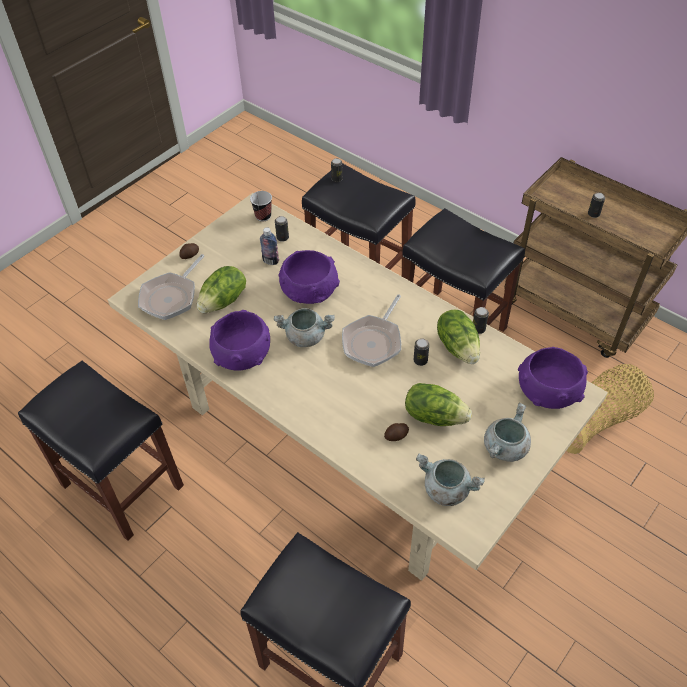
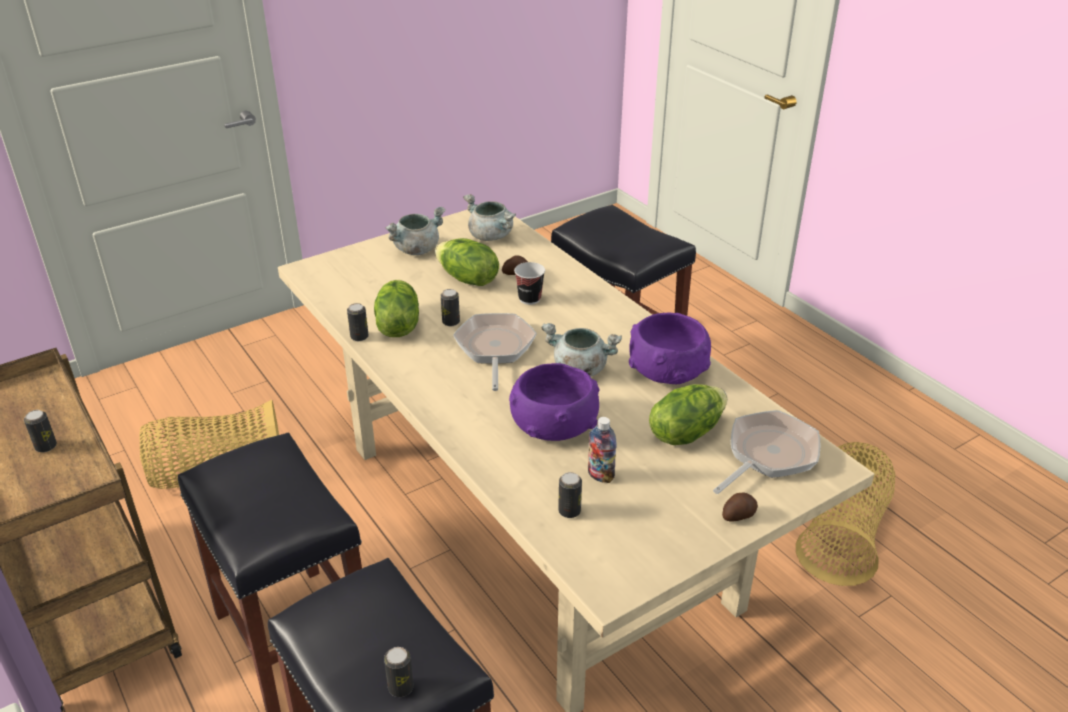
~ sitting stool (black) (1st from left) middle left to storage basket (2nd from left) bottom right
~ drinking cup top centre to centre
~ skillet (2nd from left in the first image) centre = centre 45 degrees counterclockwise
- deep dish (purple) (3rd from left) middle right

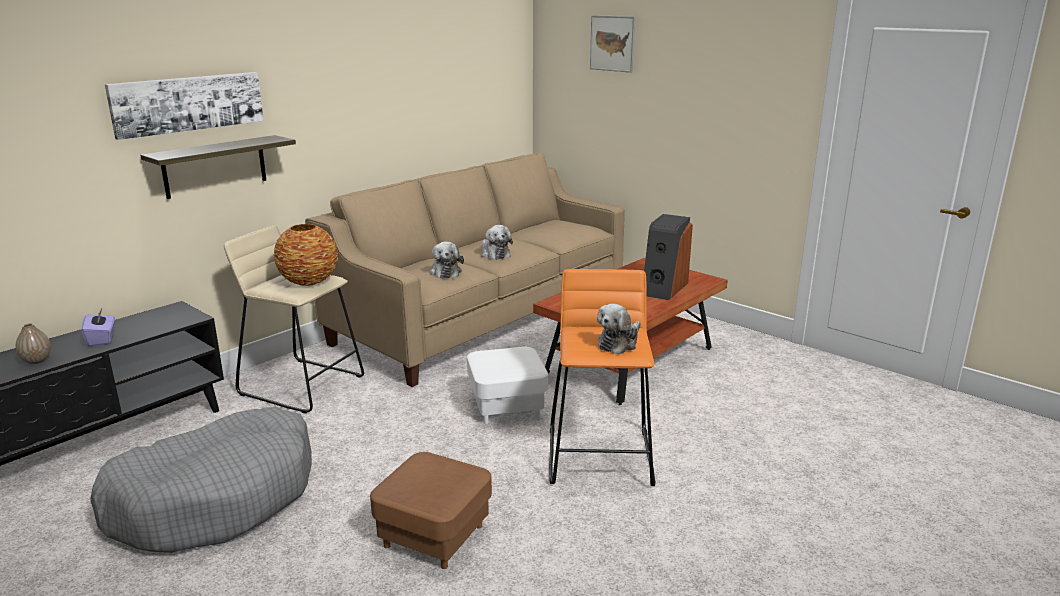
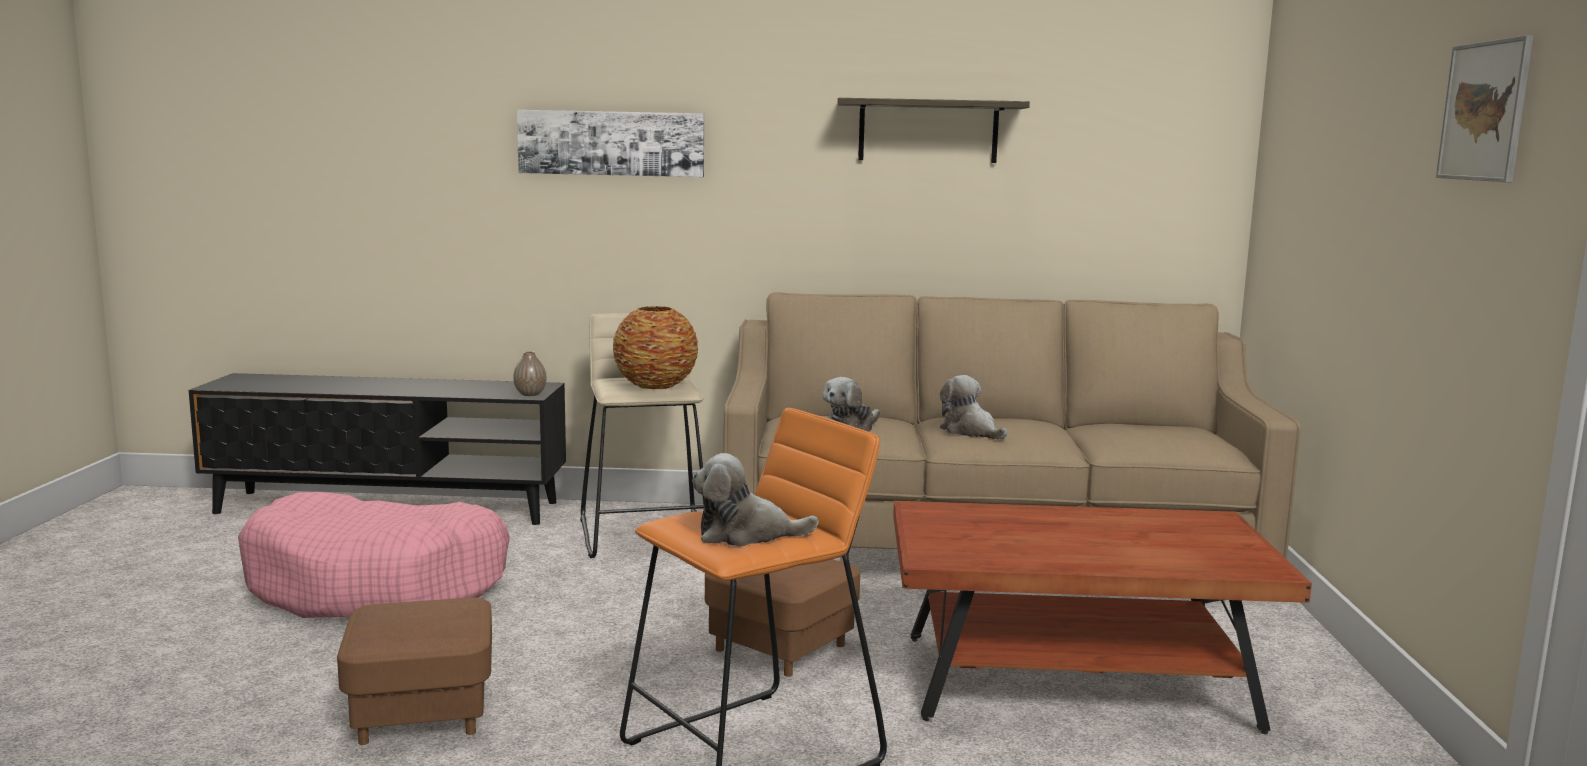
~ decorative vase (1st from left) middle left to centre
- box of tissues (purple) middle left
~ dog cushion (greyish) bottom left to dog cushion (pink-coloured) bottom left
~ wall shelf top left to top centre
~ pouffe (white) centre to pouffe (brown) (2nd from left) bottom centre
~ plush toy (2nd from left in the first image) centre = centre 120 degrees clockwise
~ wall art (2nd from left) top centre to top right
- audio speaker centre

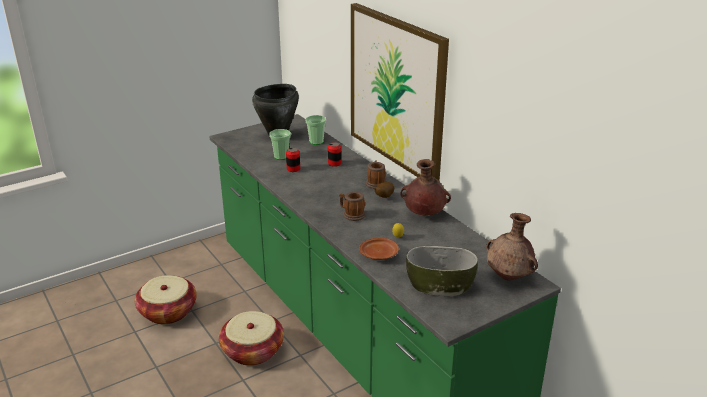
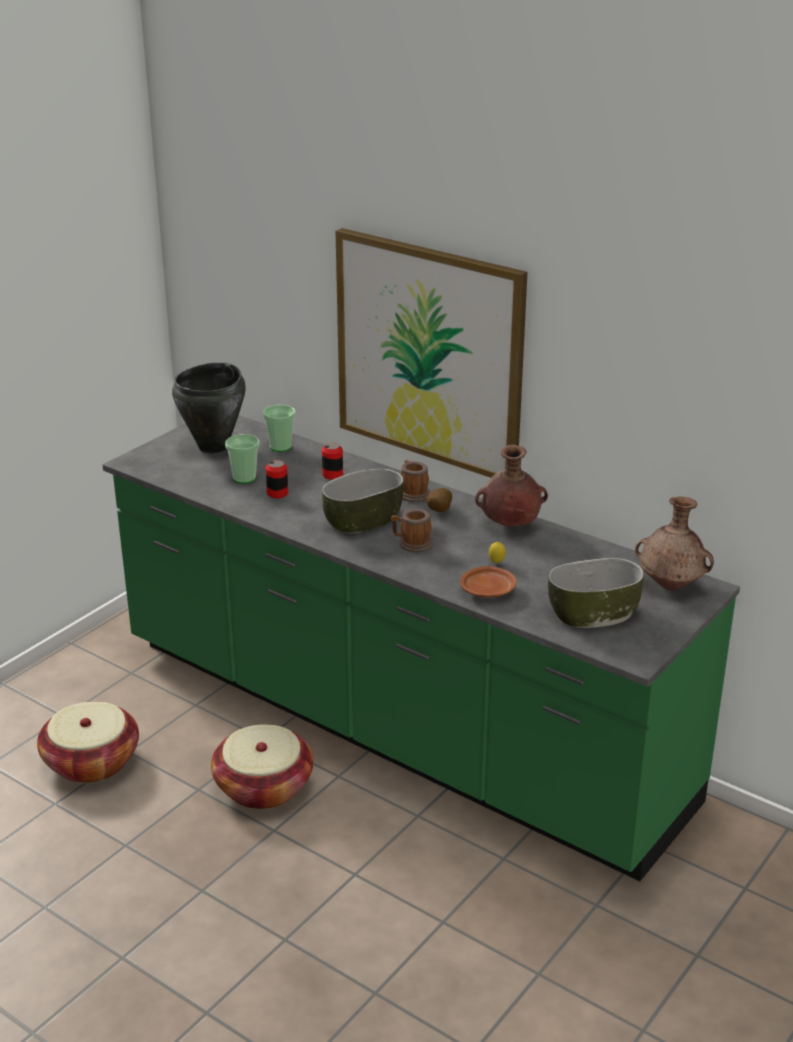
+ deep dish (1st from left) centre

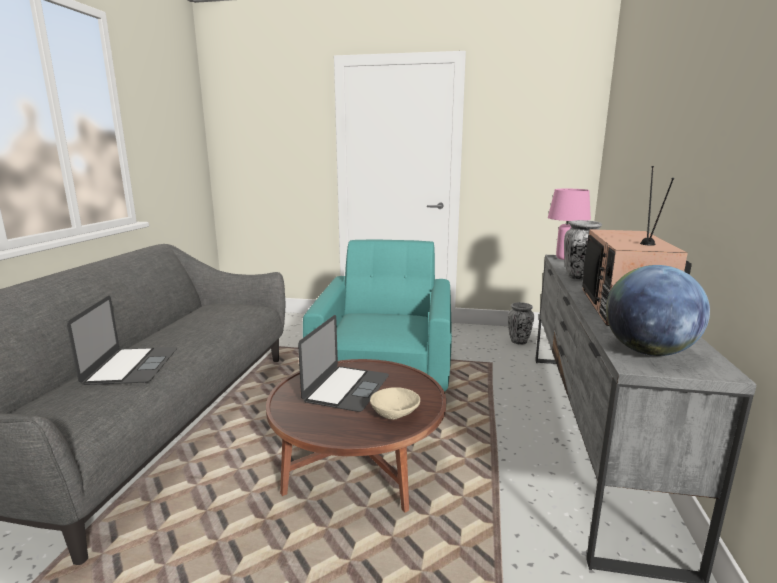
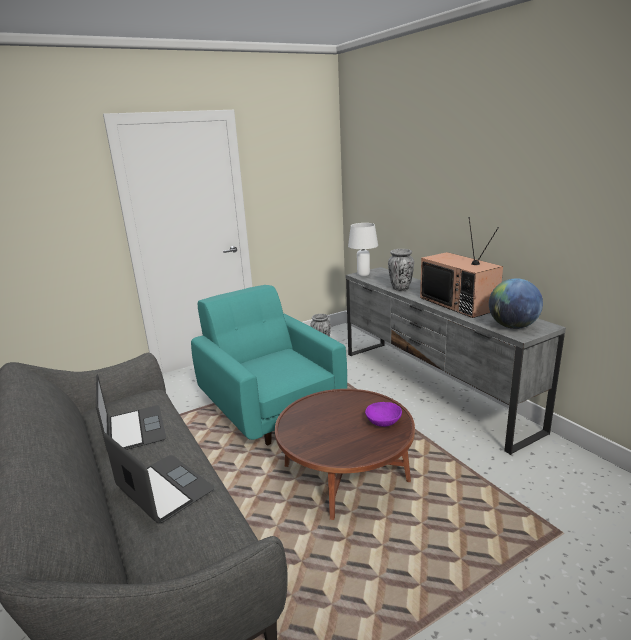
~ notebook computer (2nd from left in the first image) centre to notebook computer (1st from left) middle left
~ deep dish (sand-coloured) bottom centre to deep dish (purple) centre
~ tabletop lamp (pink-coloured) middle right to tabletop lamp (white) centre

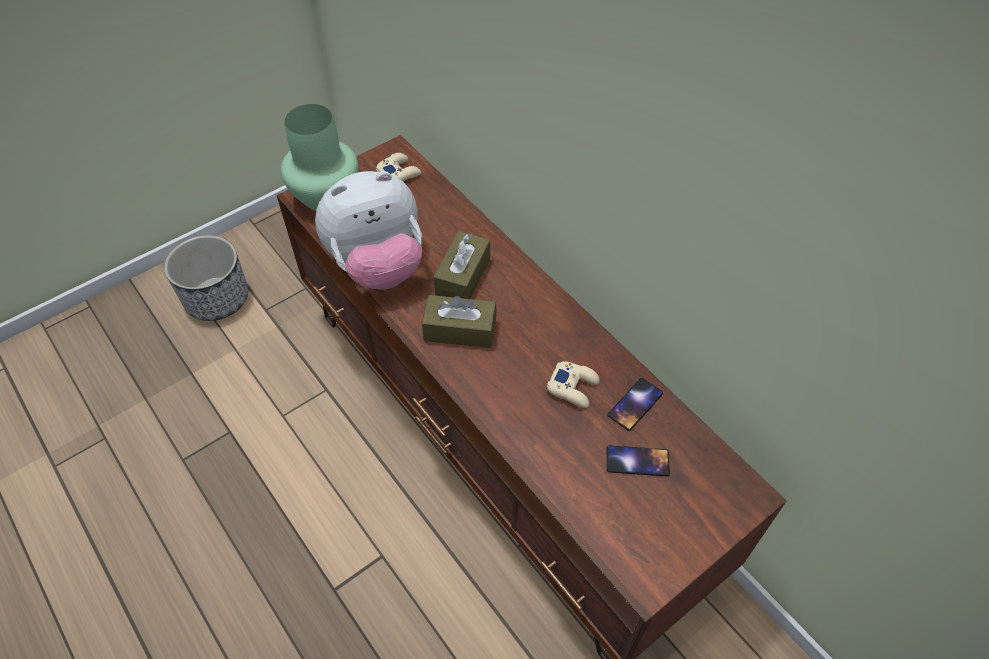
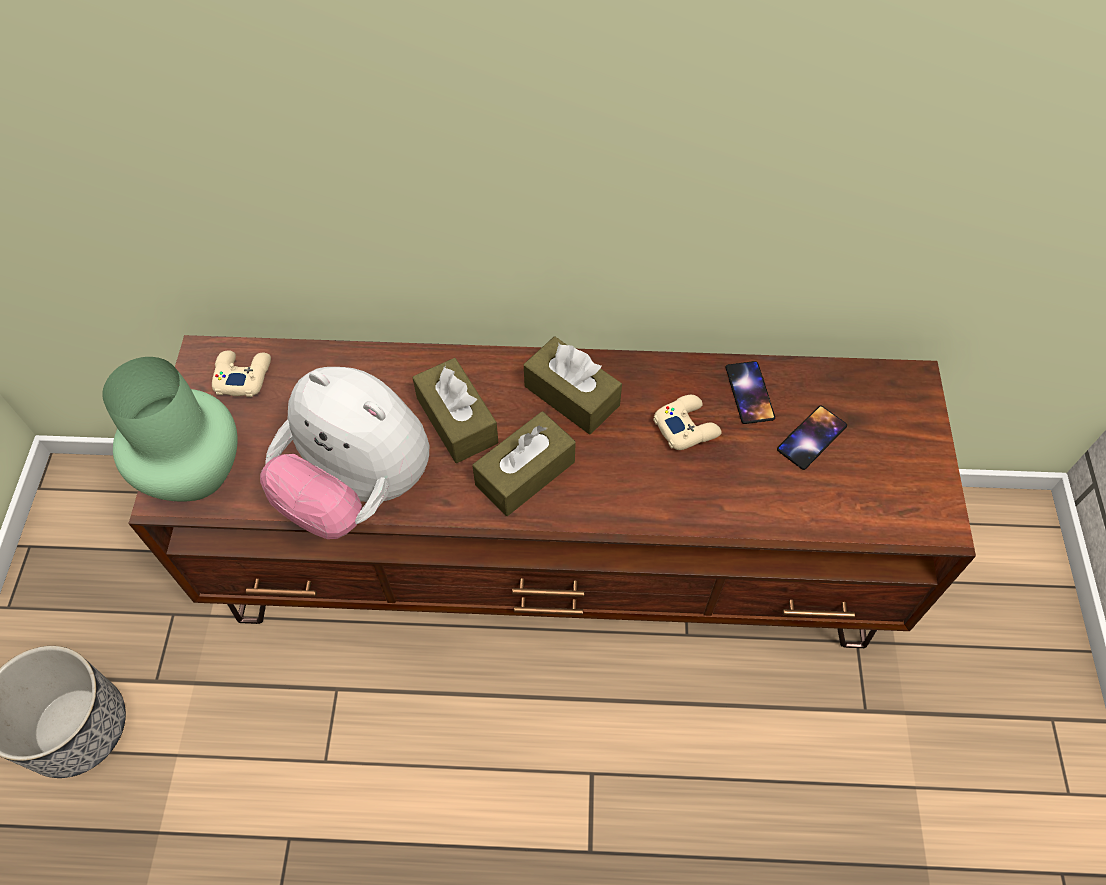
~ plush toy centre = middle left 105 degrees clockwise
+ box of tissues (brown) (3rd from left) centre

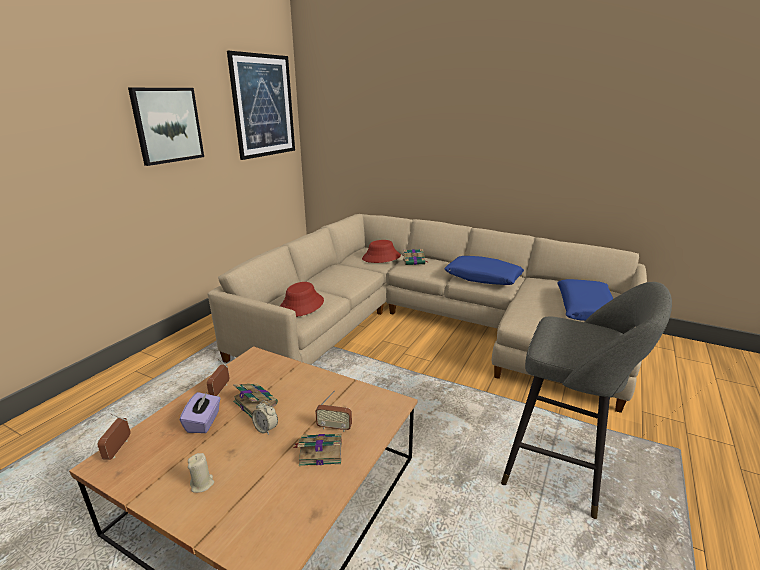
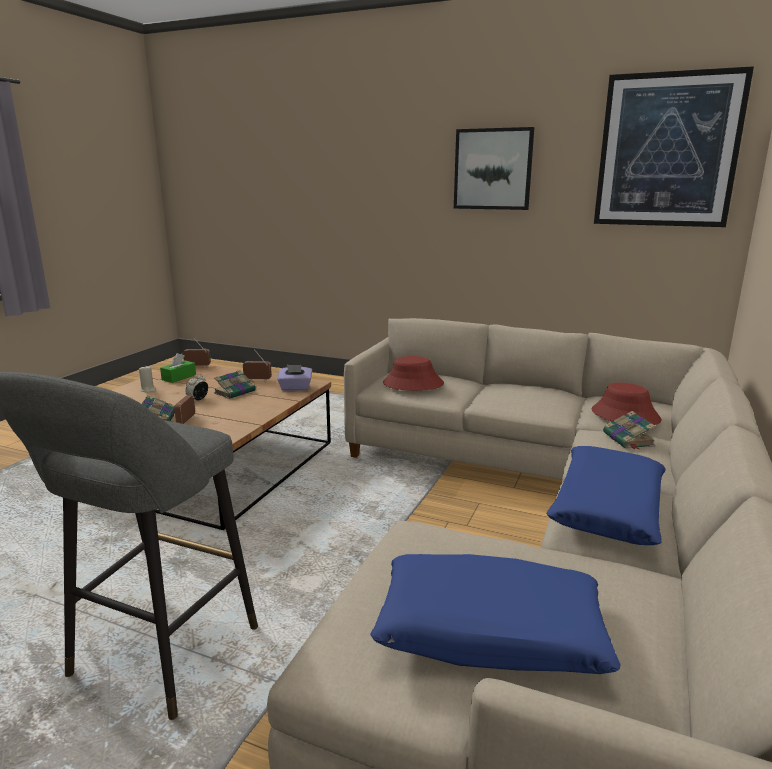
~ box of tissues (purple) bottom left to centre
+ box of tissues (greenish) middle left

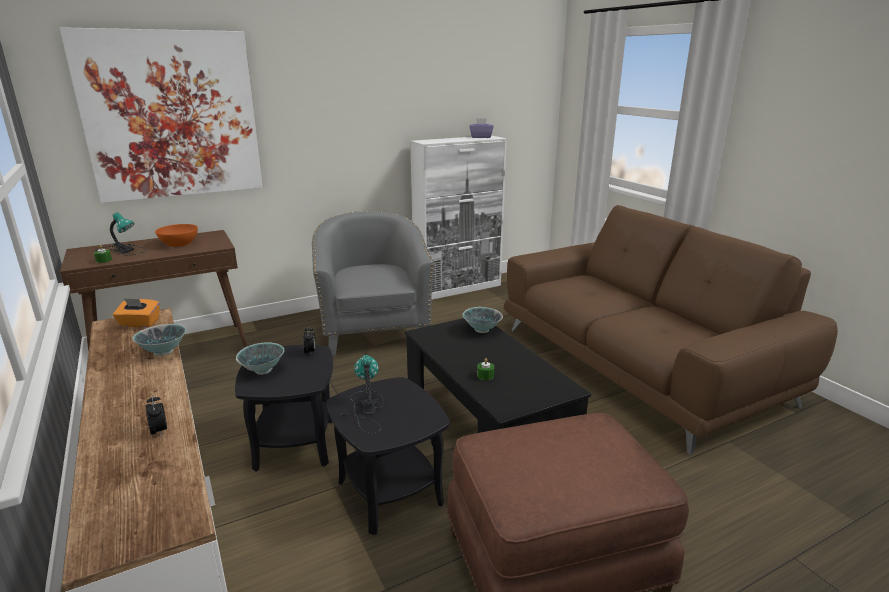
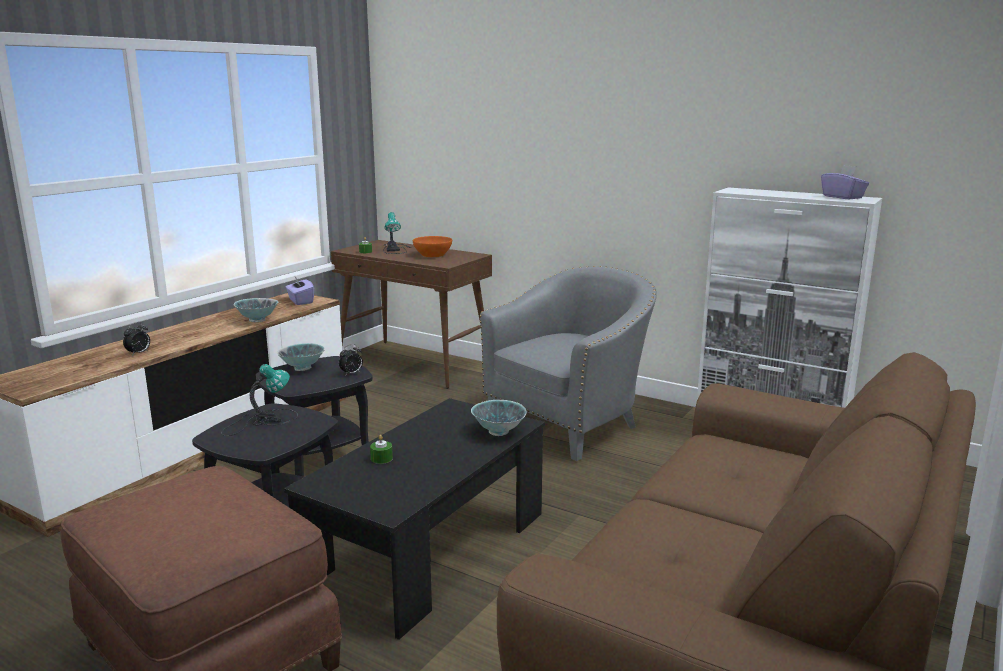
- wall art top left
~ box of tissues (orangey) middle left to box of tissues (purple) (1st from left) middle left

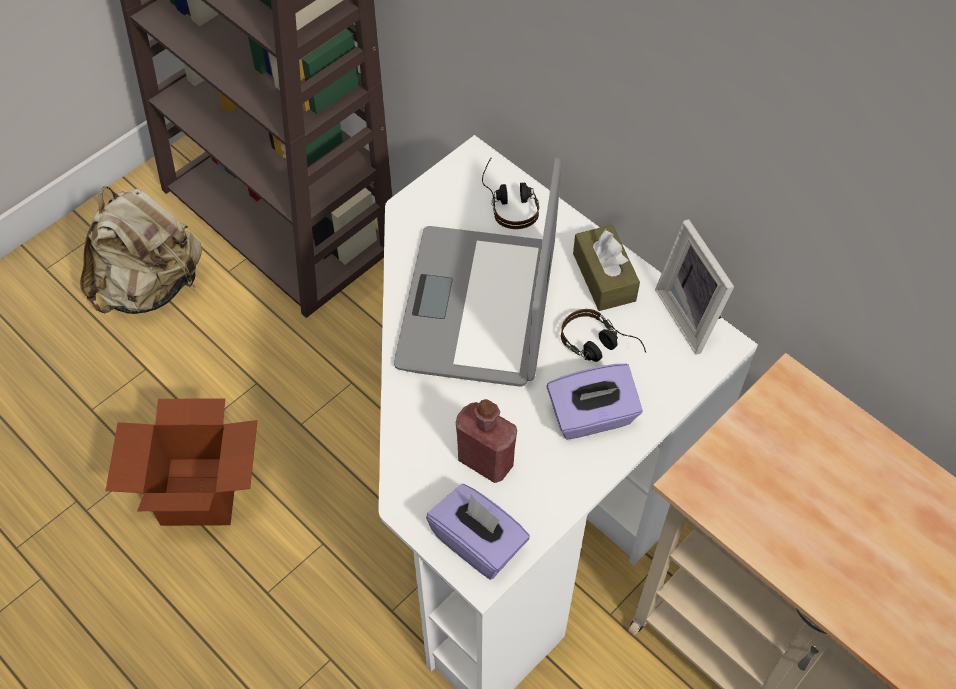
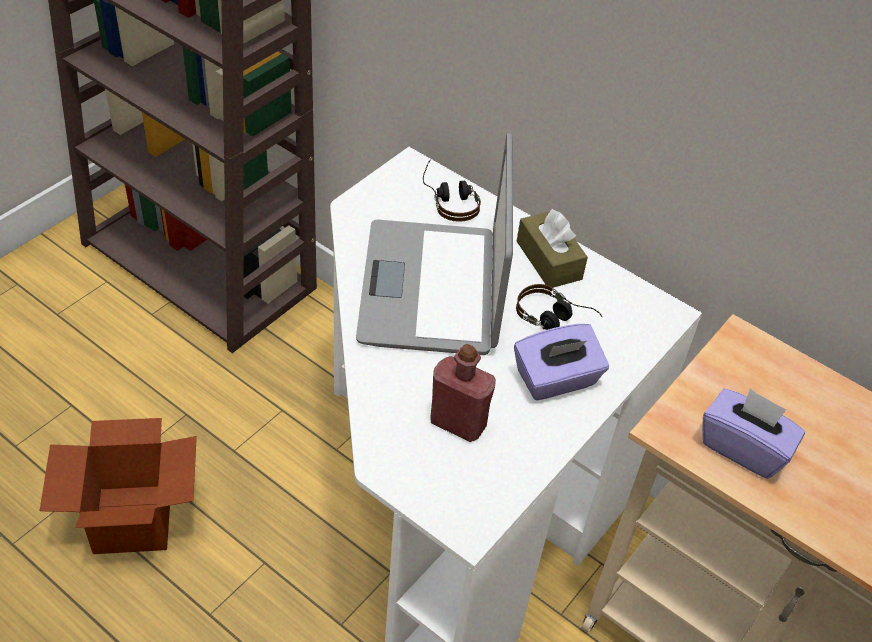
- knapsack (sand-coloured) middle left
~ box of tissues (purple) (1st from left in the first image) bottom centre to box of tissues (purple) (2nd from left) bottom right
- picture frame middle right

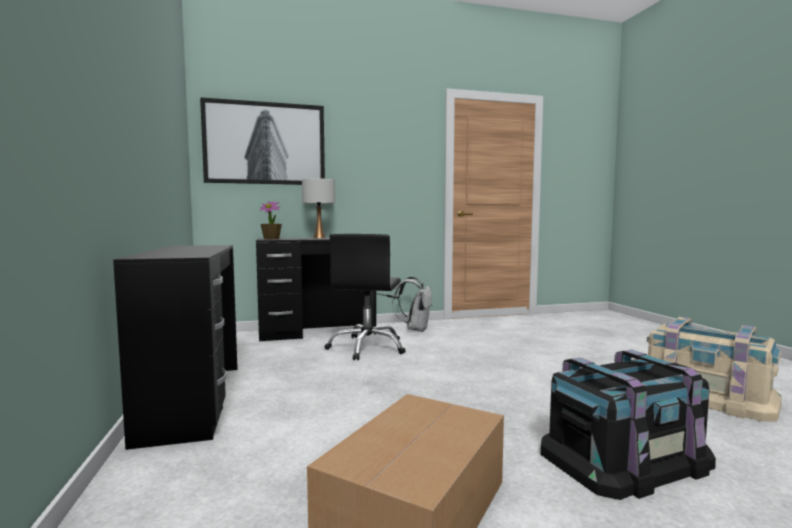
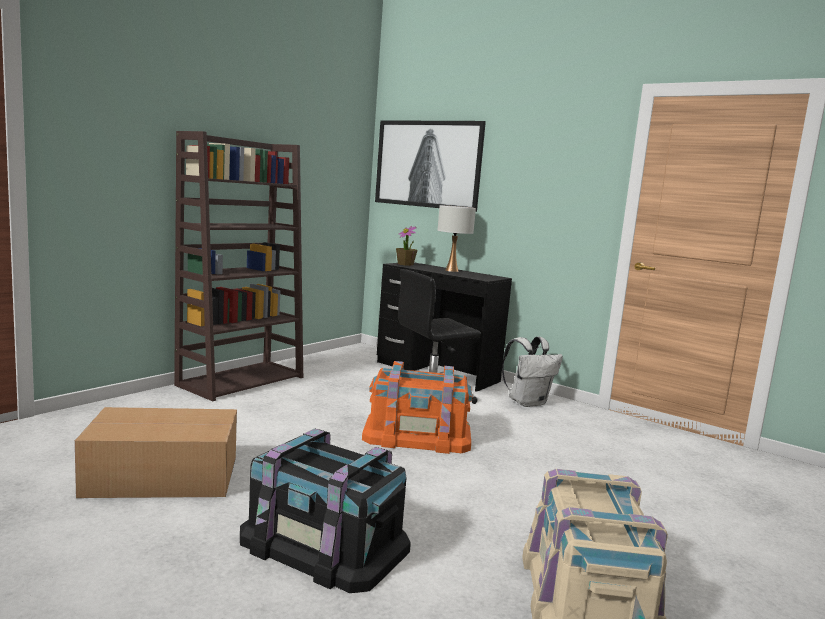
~ desk table (black) (1st from left) middle left to bookshelf (brown) middle left
+ storage container (orangey) centre

